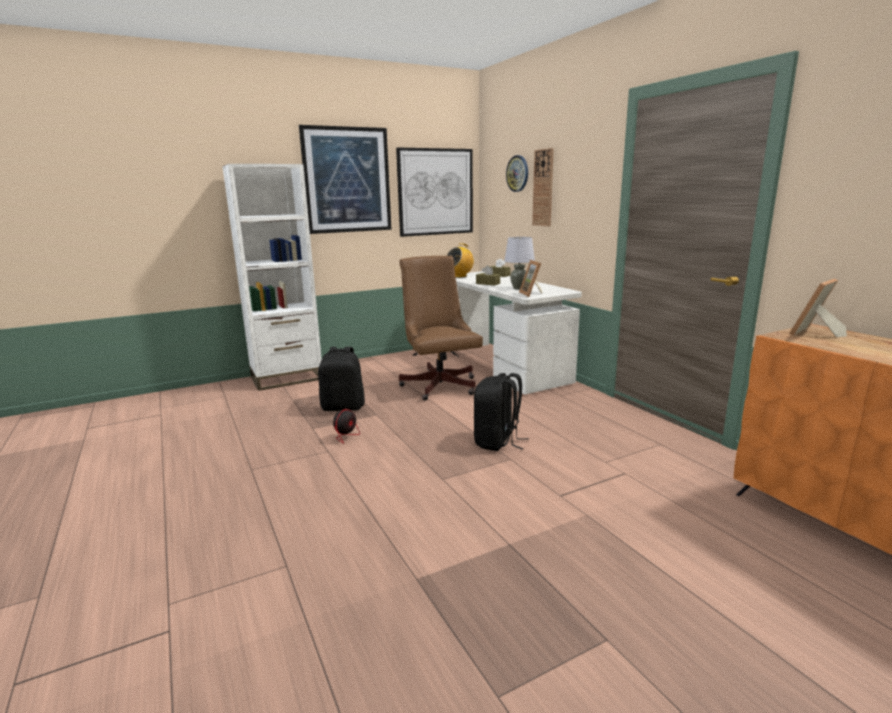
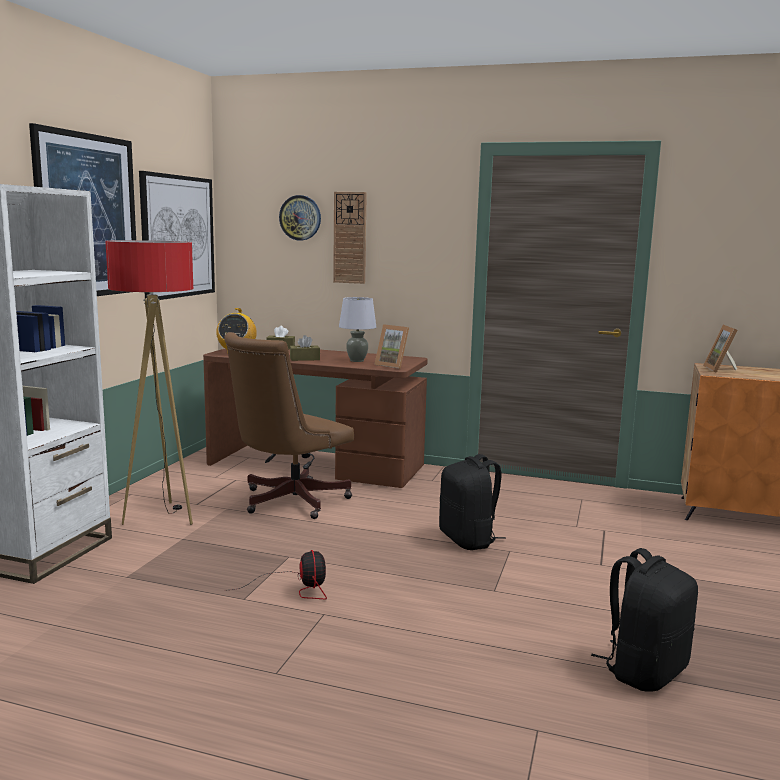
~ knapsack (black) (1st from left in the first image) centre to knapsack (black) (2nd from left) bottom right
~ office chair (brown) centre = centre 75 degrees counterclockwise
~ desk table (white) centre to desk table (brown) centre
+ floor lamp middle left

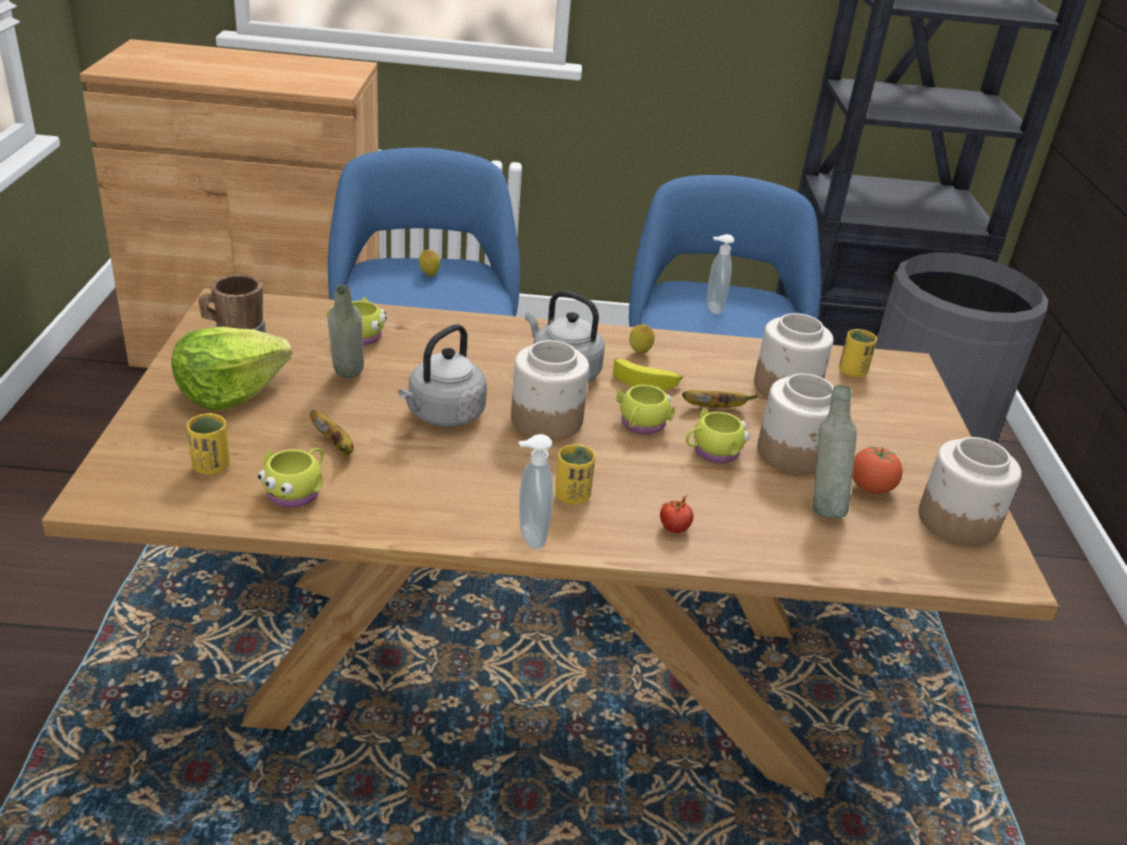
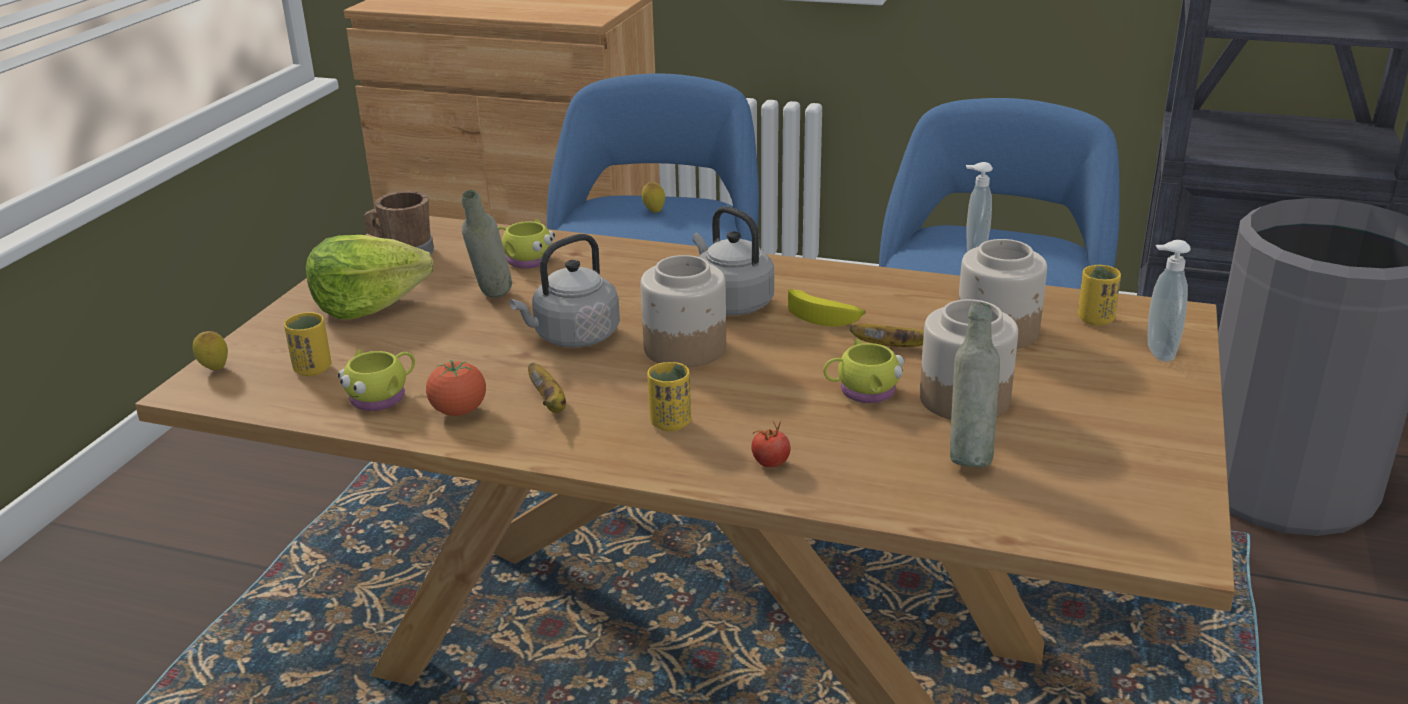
~ banana fruit (1st from left) middle left to centre
~ soap bottle (1st from left in the first image) centre to soap bottle (2nd from left) middle right
- coffee mug (yellow) (3rd from left) centre
~ citrus fruit (2nd from left in the first image) centre to citrus fruit (1st from left) middle left
~ fresh tomato (2nd from left in the first image) middle right to fresh tomato (1st from left) middle left
- preserve jar (4th from left) middle right

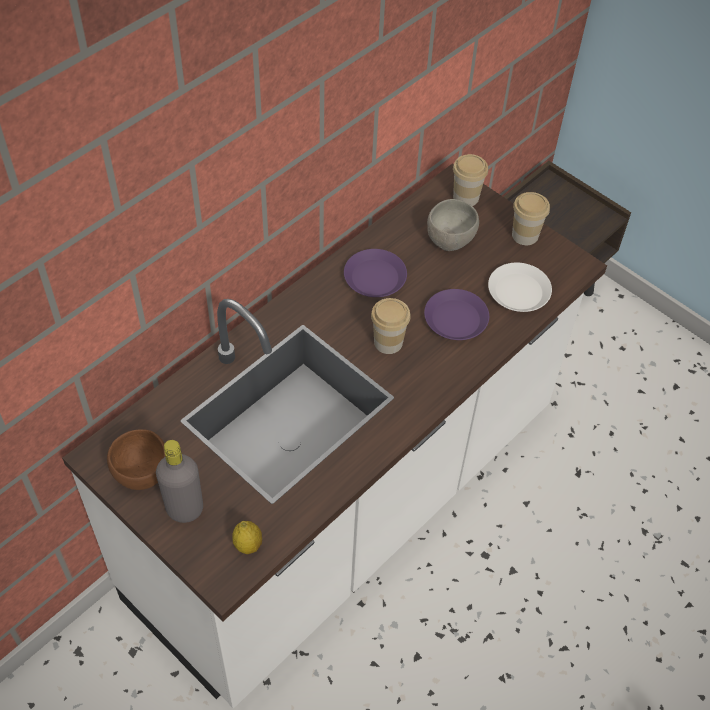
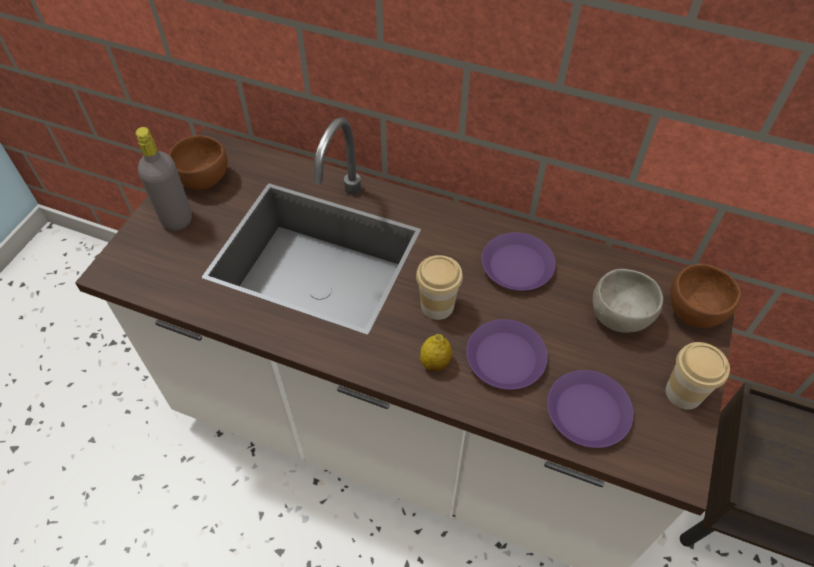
~ citrus fruit bottom centre to centre
~ drinking cup (2nd from left) top centre to deep dish (brown) (2nd from left) middle right
~ plate (white) middle right to plate (purple) (3rd from left) bottom right

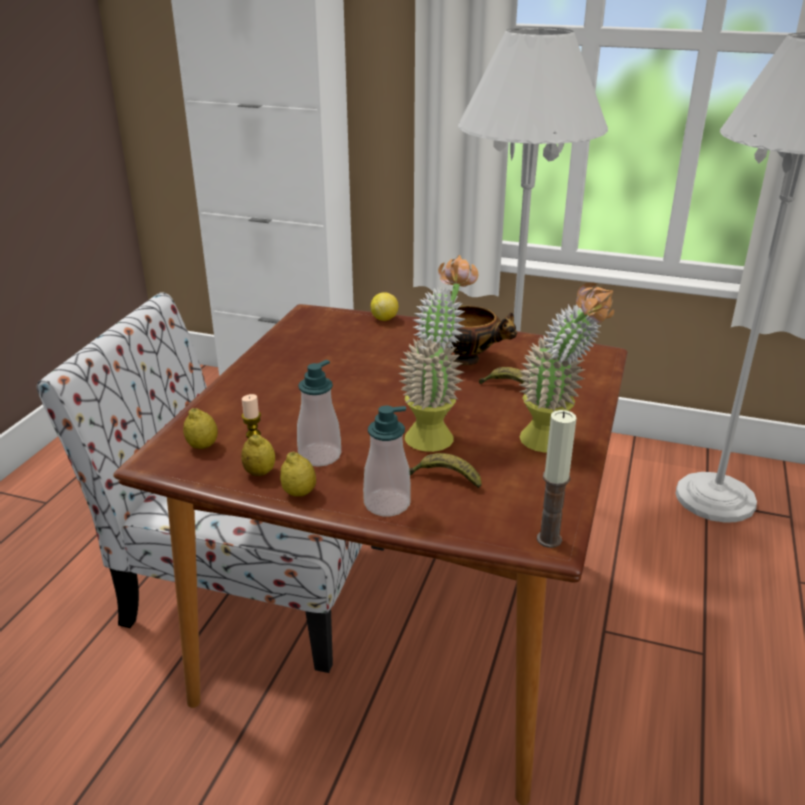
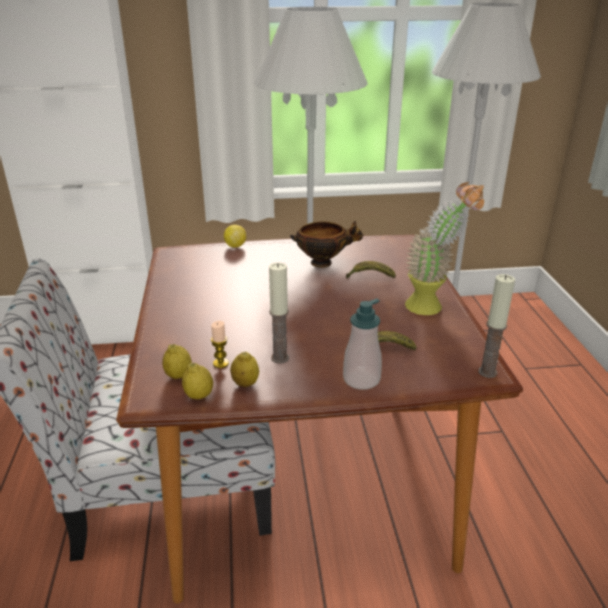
~ citrus fruit (3rd from left in the first image) centre to citrus fruit (2nd from left) middle left
~ soap bottle (1st from left) centre to wax candle (2nd from left) centre
- potted plant (1st from left) centre

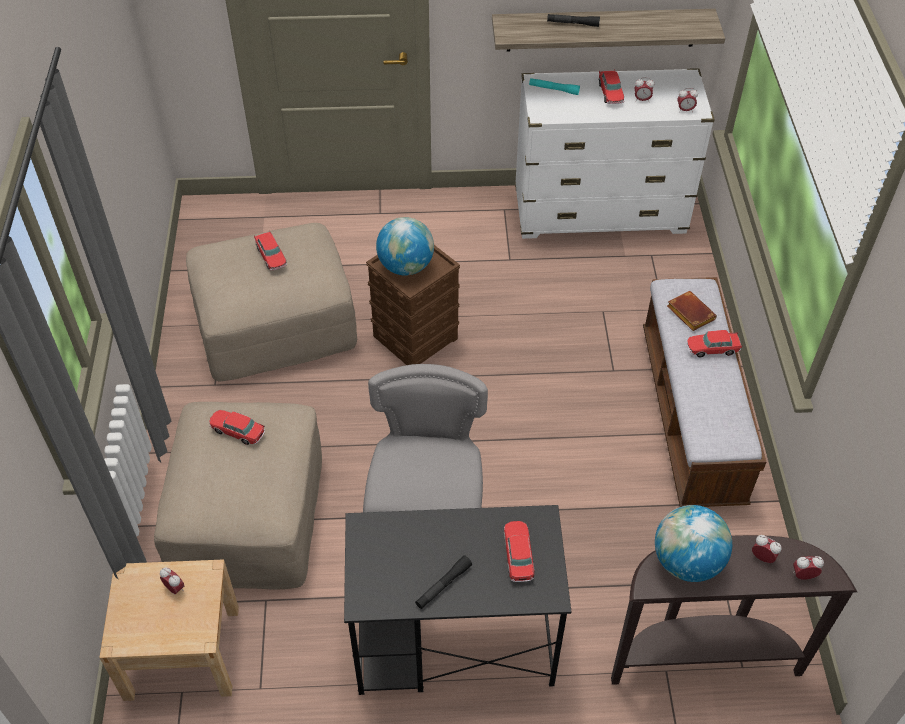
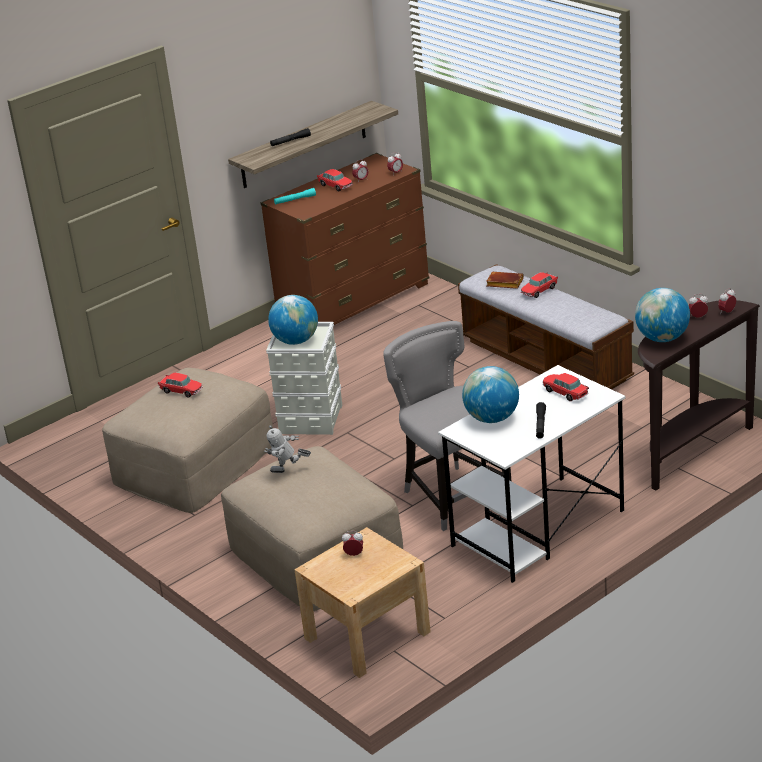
~ model car (1st from left) middle left to model robot centre
~ desk table (black) bottom centre to desk table (white) middle right
~ storage container (brown) centre to storage container (greyish) centre
~ drawer chest (white) top right to drawer chest (brown) top centre
+ desk globe (2nd from left) centre

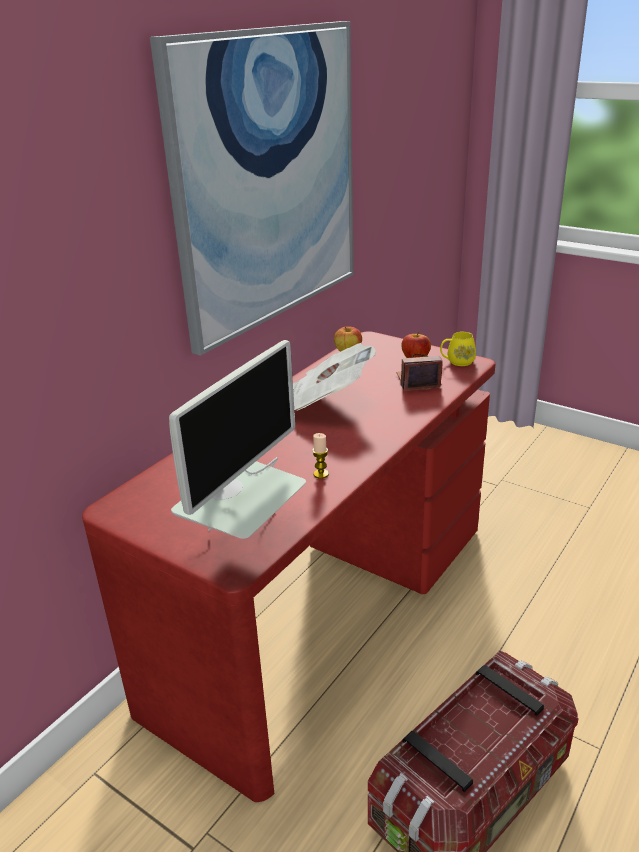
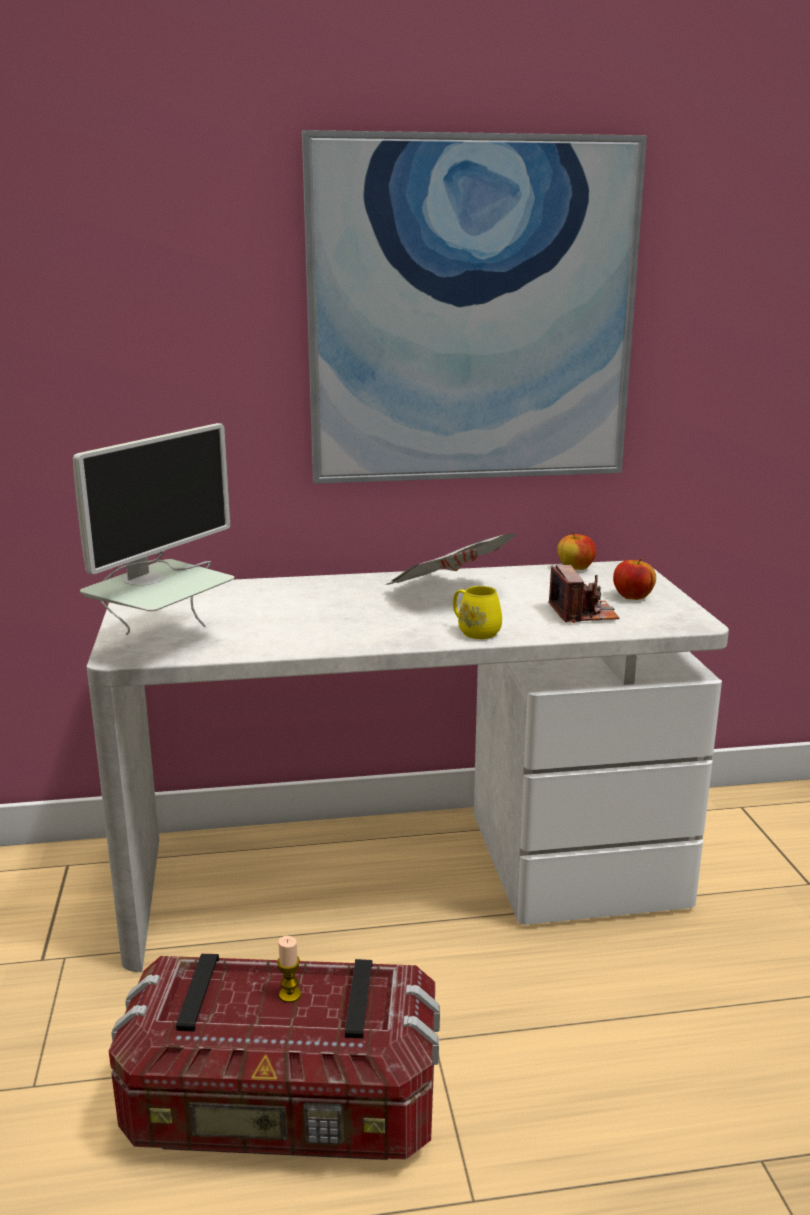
~ desk table (reddish) centre to desk table (white) centre
~ computer screen centre = middle left 45 degrees counterclockwise
~ wax candle centre to bottom centre
~ still camera centre = middle right 45 degrees clockwise
~ coffee mug (yellow) middle right to centre

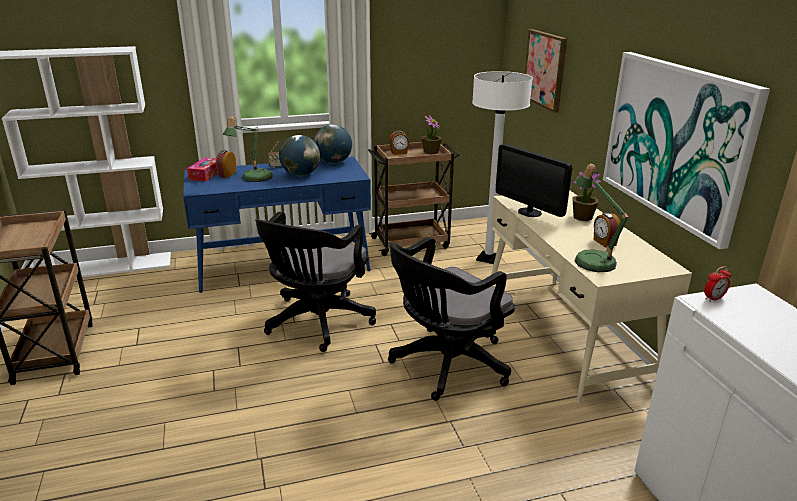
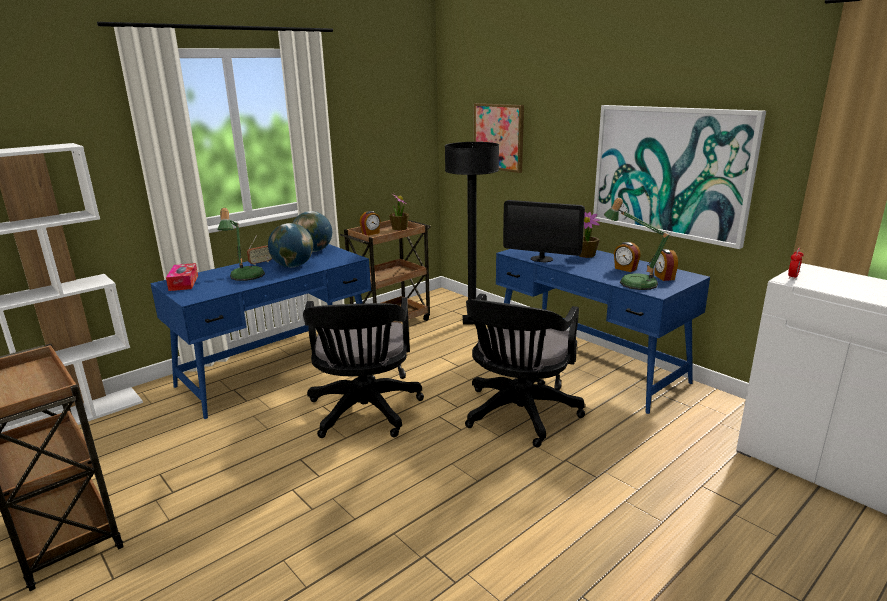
~ table clock (1st from left in the first image) top left to table clock (3rd from left) middle right
~ floor lamp (white) centre to floor lamp (black) centre
~ desk table (sand-coloured) middle right to desk table (blue) (2nd from left) middle right

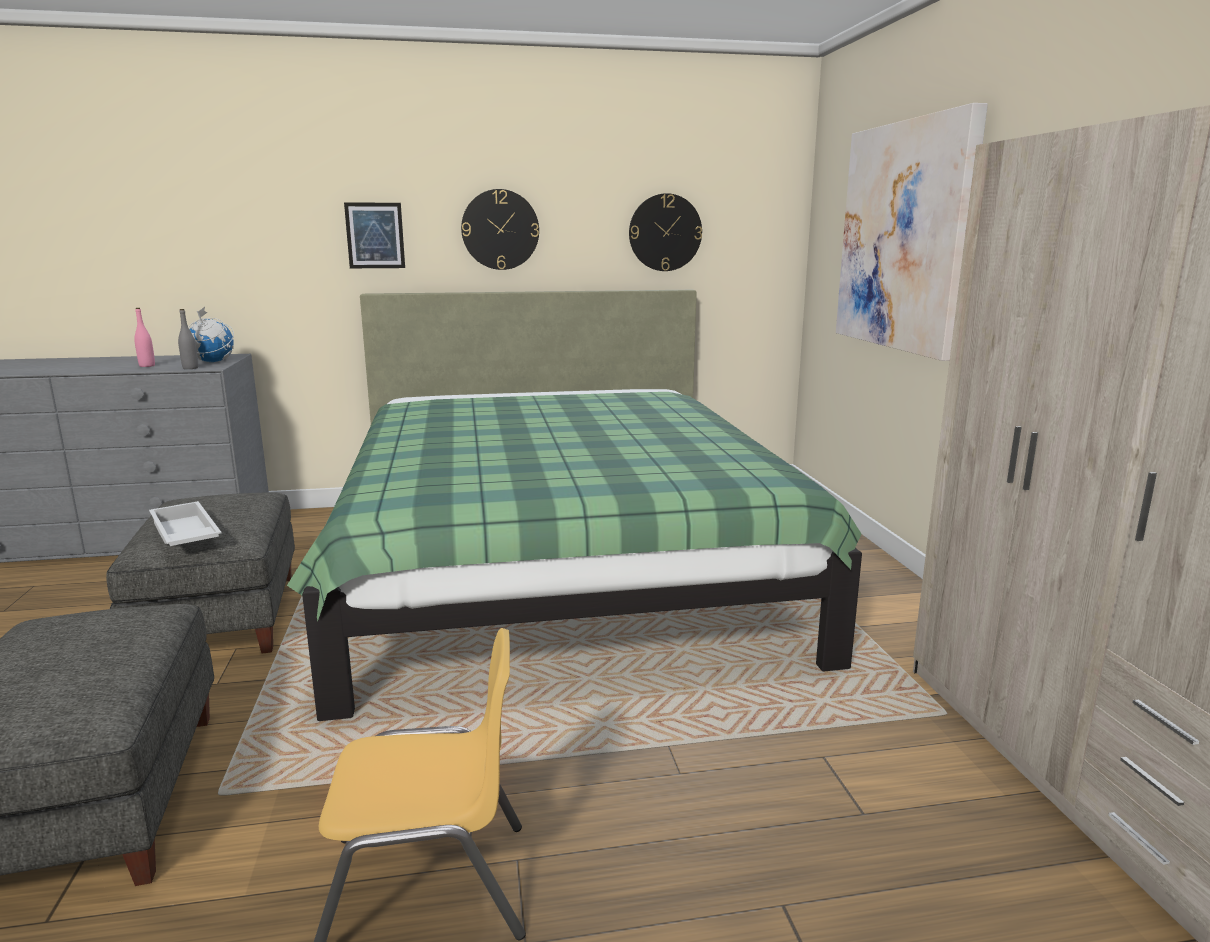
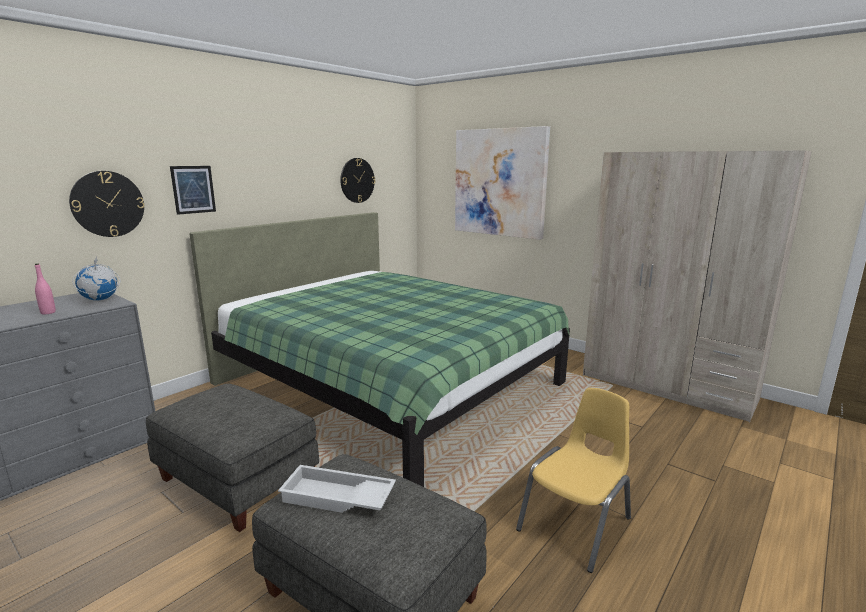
~ carrying tray (white) middle left to bottom centre
- bottle (greyish) middle left
~ hanging clock (1st from left) top centre to middle left

